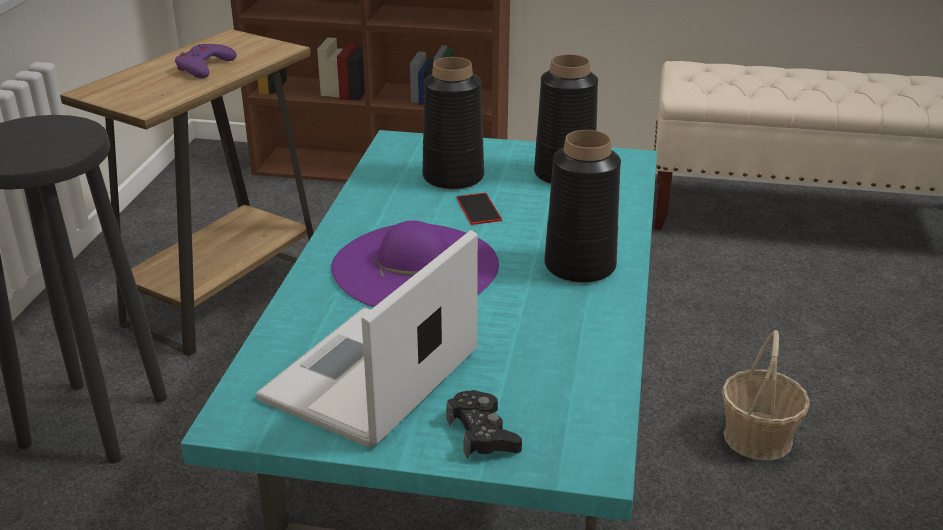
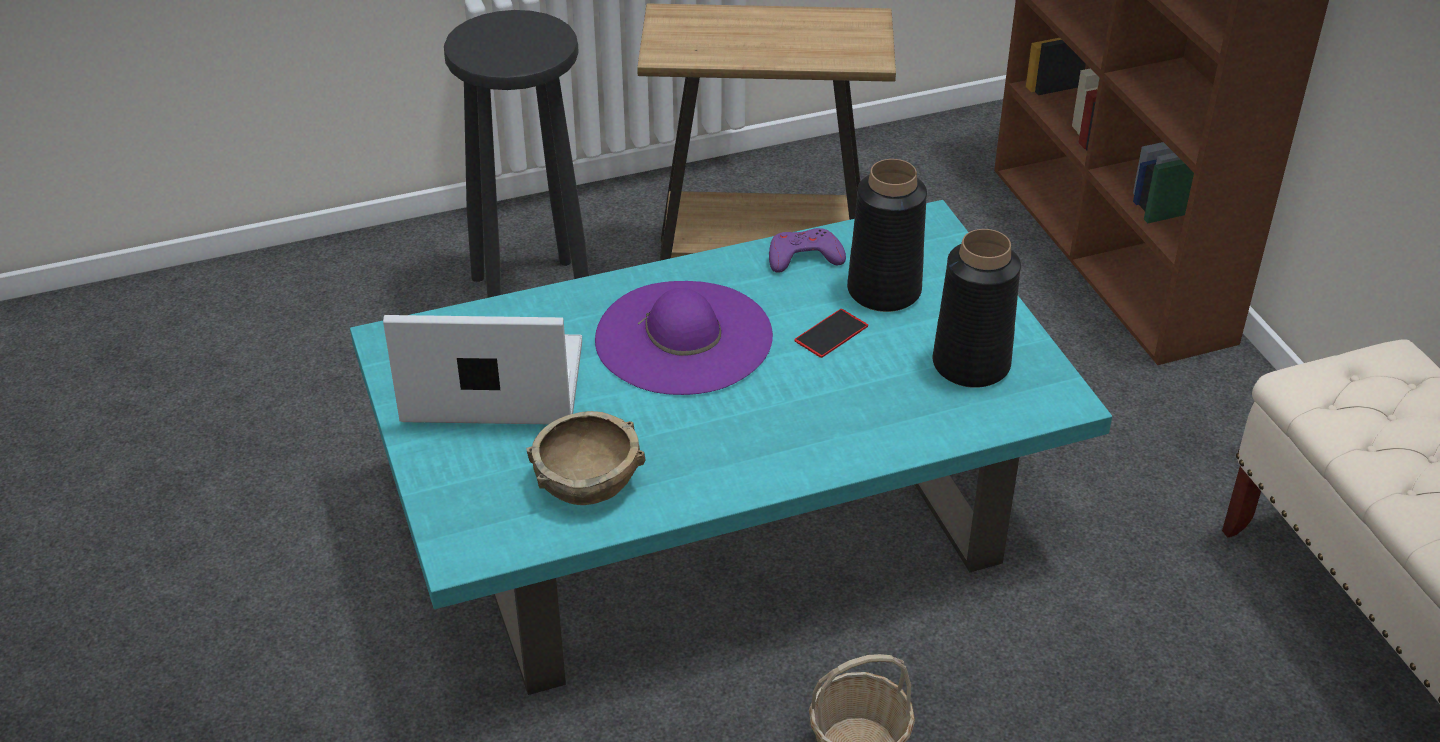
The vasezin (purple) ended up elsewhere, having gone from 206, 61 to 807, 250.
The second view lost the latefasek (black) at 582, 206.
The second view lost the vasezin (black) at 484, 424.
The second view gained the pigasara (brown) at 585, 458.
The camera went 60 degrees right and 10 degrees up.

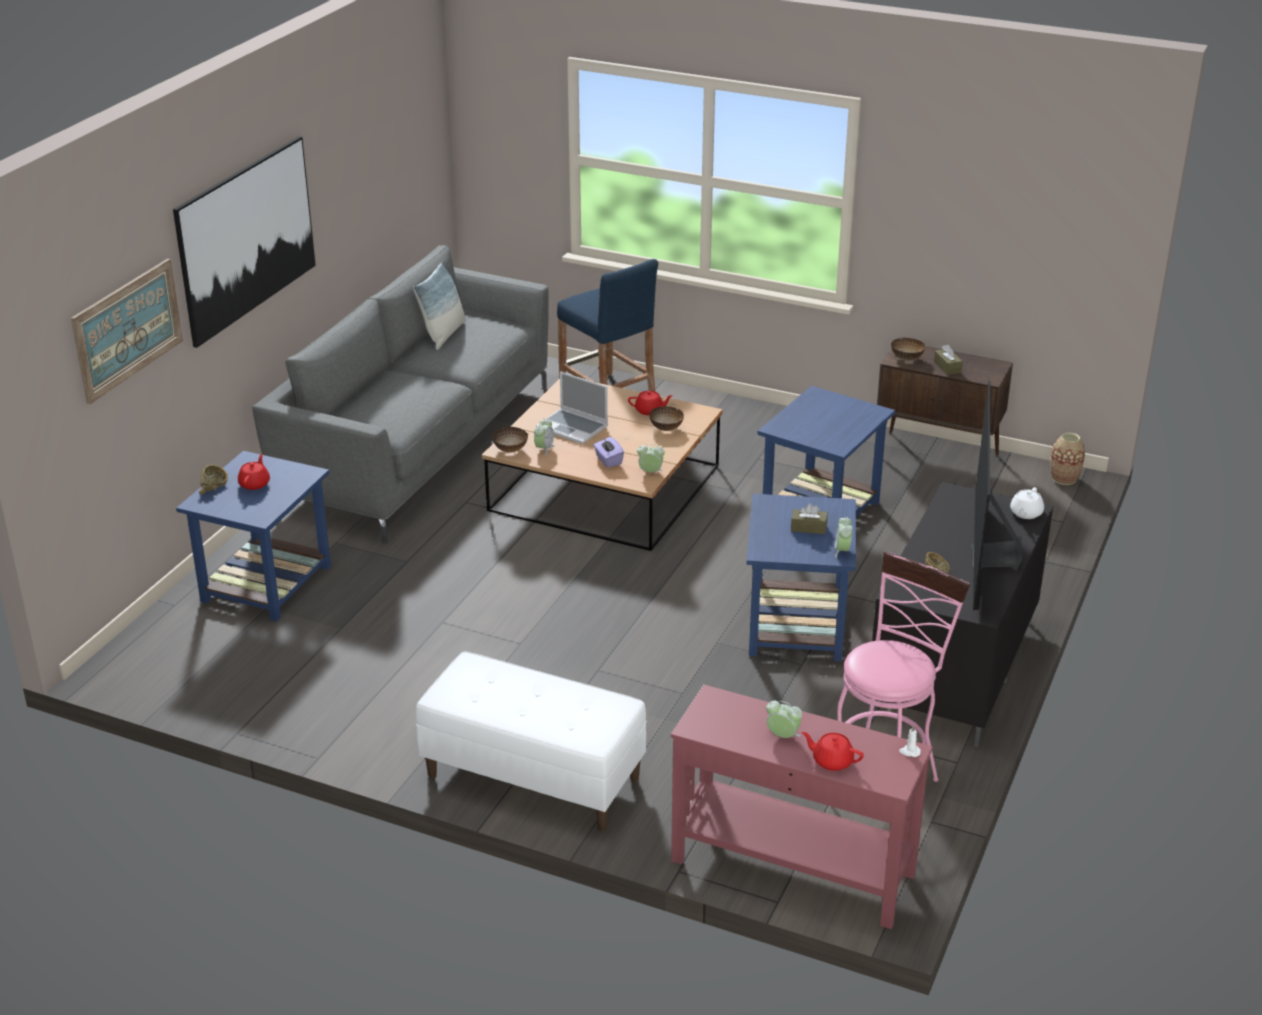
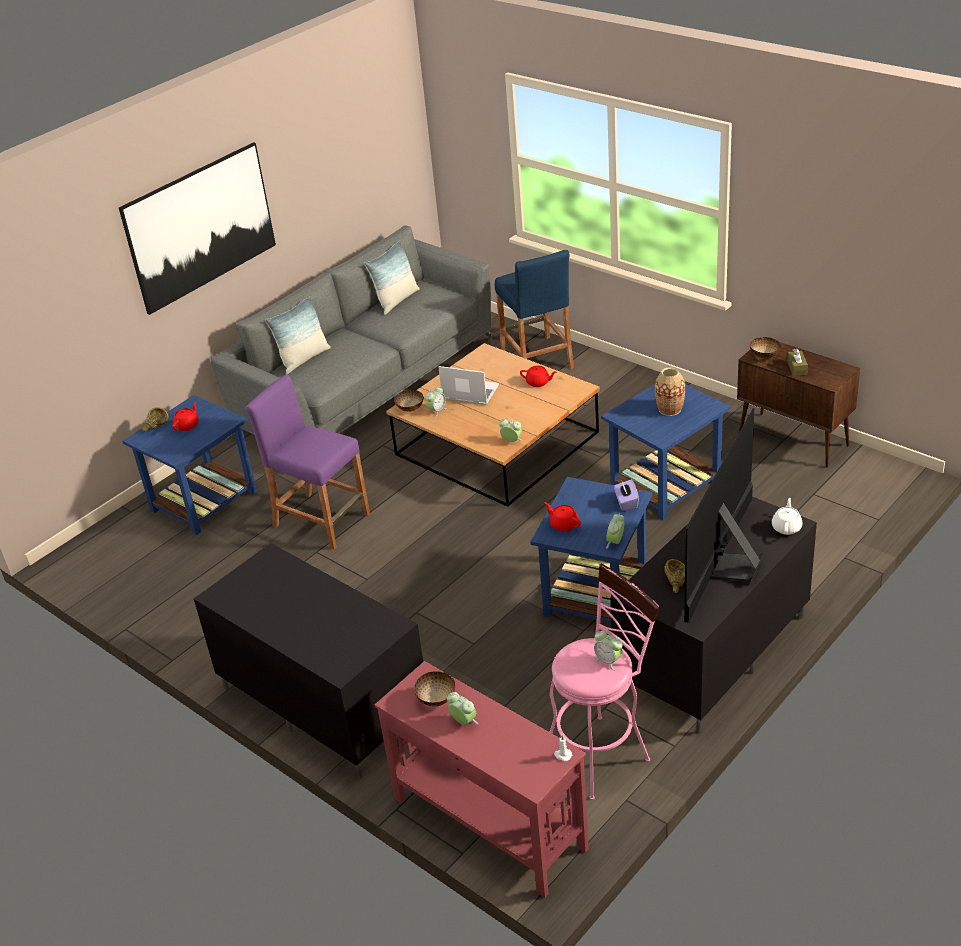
The second view lost the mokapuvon at 127, 331.
The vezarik at 572, 407 ended up facing another way, 150 degrees clockwise from before.
The pigasara ended up elsewhere, having gone from 666, 418 to 434, 689.
The latefasek ended up elsewhere, having gone from 1067, 458 to 670, 391.
The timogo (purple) ended up elsewhere, having gone from 609, 452 to 626, 495.
The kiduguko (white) at 1027, 503 ended up facing another way, 150 degrees clockwise from before.
The second view lost the timogo (brown) at 809, 518.
Where the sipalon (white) stood at 531, 741, the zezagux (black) came to stand at 308, 660.
The kiduguko (red) ended up elsewhere, having gone from 833, 751 to 562, 517.
The second view gained the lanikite at 298, 335.
The second view gained the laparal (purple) at 307, 461.
The second view gained the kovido at 608, 651.
The camera went 20 degrees right and 5 degrees up.

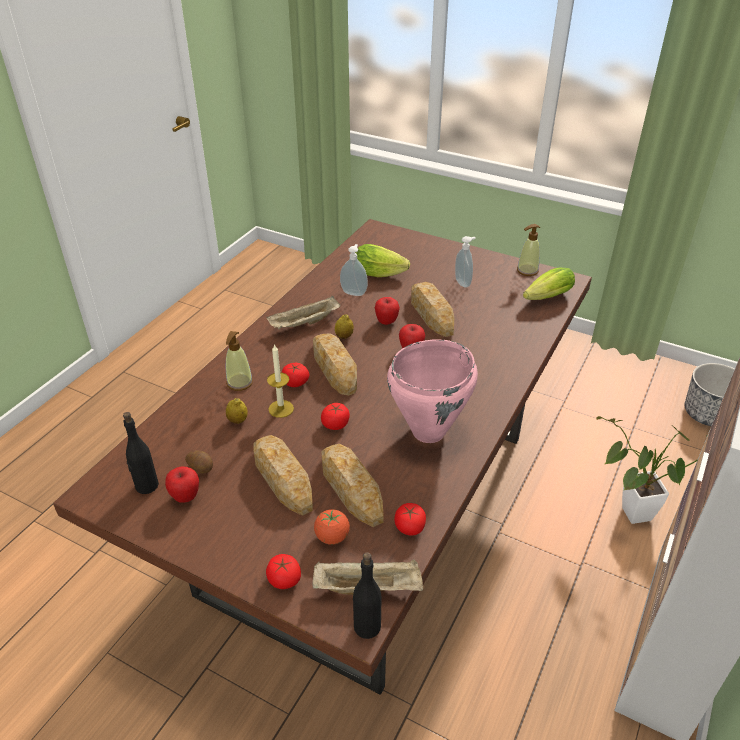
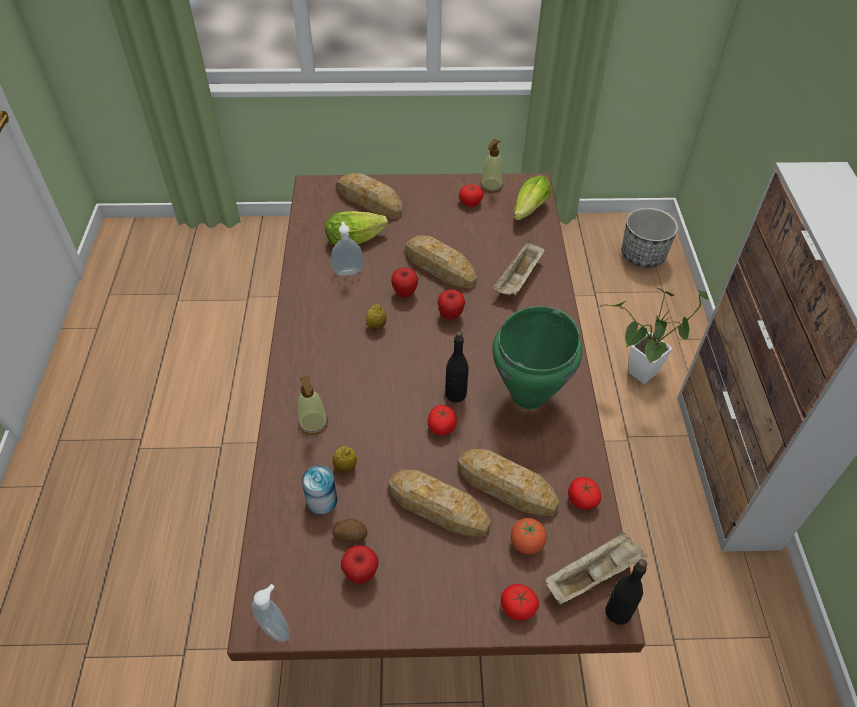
The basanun ended up elsewhere, having gone from 465, 262 to 270, 612.
The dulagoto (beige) ended up elsewhere, having gone from 303, 312 to 519, 268.
The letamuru ended up elsewhere, having gone from 335, 365 to 369, 196.
What was the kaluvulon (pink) at 432, 391 turned into the kaluvulon (green) at 537, 358.
The second view lost the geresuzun at 280, 381.
The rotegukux ended up elsewhere, having gone from 295, 375 to 471, 196.
The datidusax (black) ended up elsewhere, having gone from 141, 453 to 457, 367.
The second view gained the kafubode at 319, 489.
The camera went 30 degrees left and 10 degrees up.

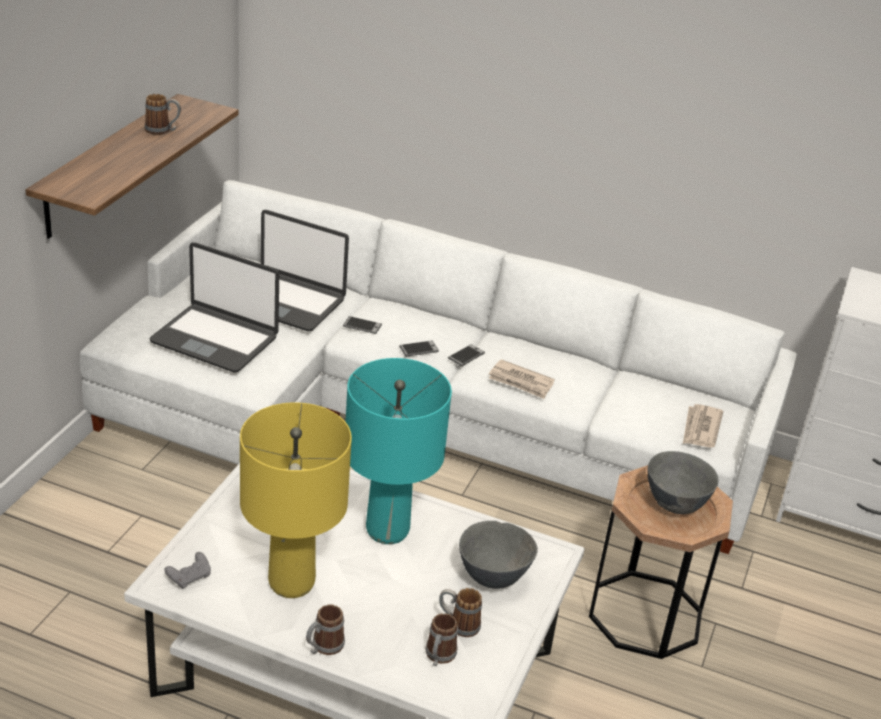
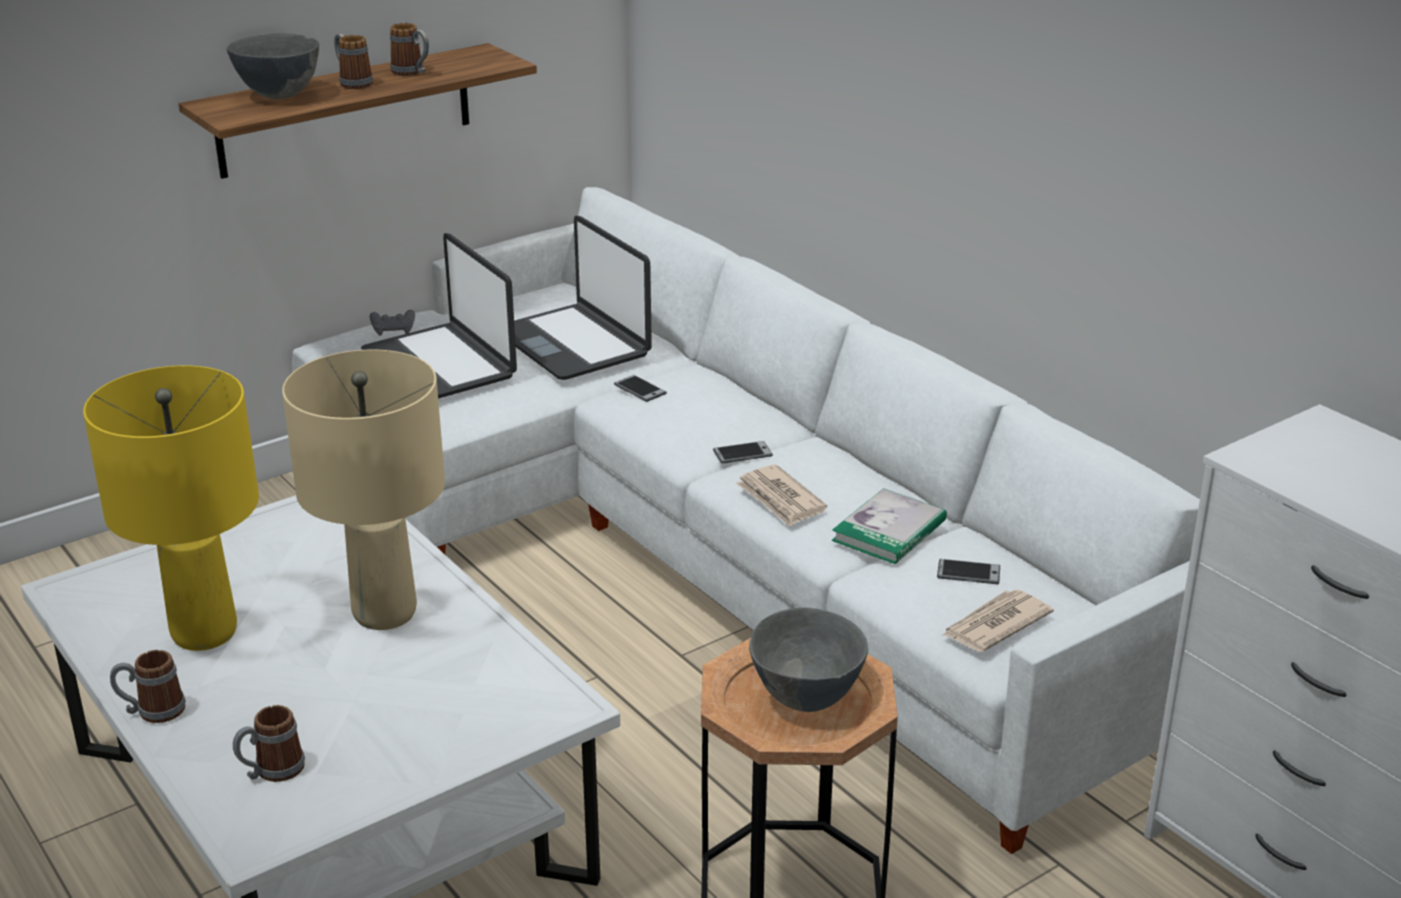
The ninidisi ended up elsewhere, having gone from 419, 348 to 968, 571.
What was the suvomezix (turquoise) at 398, 451 turned into the suvomezix (beige) at 363, 490.
The pigasara (grey) ended up elsewhere, having gone from 498, 555 to 273, 66.
The vasezin (grey) ended up elsewhere, having gone from 187, 570 to 392, 323.
The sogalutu ended up elsewhere, having gone from 460, 612 to 353, 61.
The second view gained the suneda at 889, 526.
The camera went 35 degrees right and 5 degrees down.

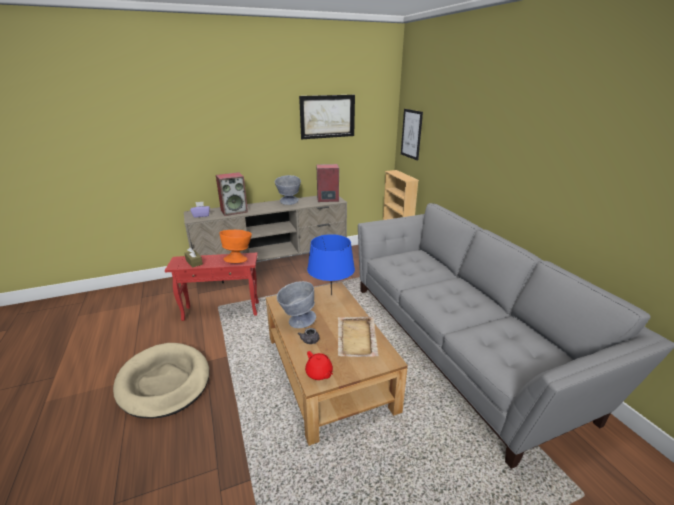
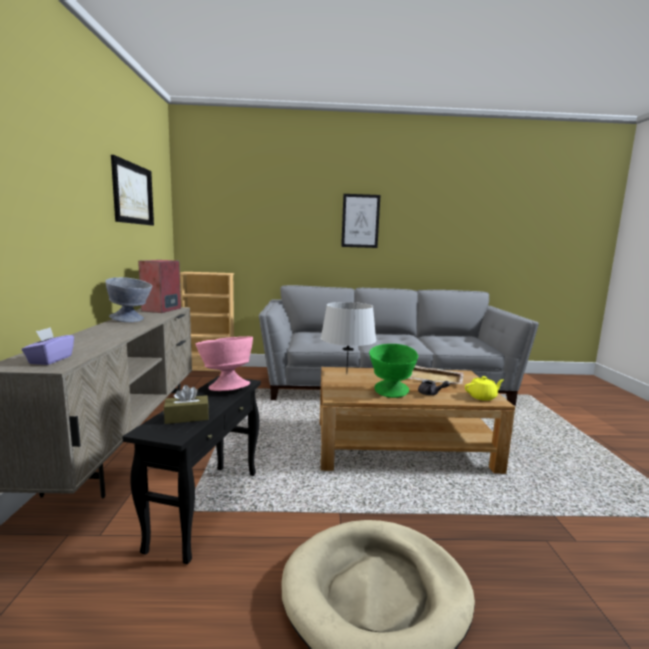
The mokapuvon ended up elsewhere, having gone from 412, 135 to 361, 221.
The second view lost the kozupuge at 232, 194.
What was the pigasara (orange) at 235, 246 turned into the pigasara (pink) at 224, 363.
What was the suvomezix (blue) at 331, 264 turned into the suvomezix (grey) at 348, 338.
What was the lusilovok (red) at 212, 287 turned into the lusilovok (black) at 191, 470.
What was the pigasara (grey) at 296, 304 turned into the pigasara (green) at 393, 371.
What was the kiduguko (red) at 319, 365 turned into the kiduguko (yellow) at 484, 388.
The camera went 70 degrees left and 15 degrees down.

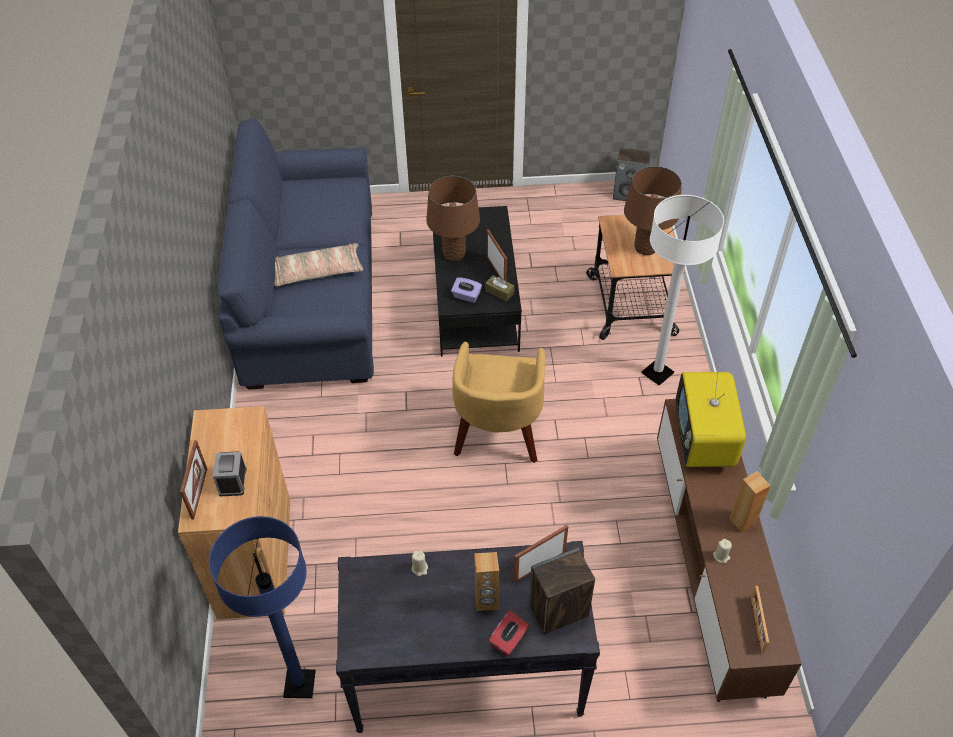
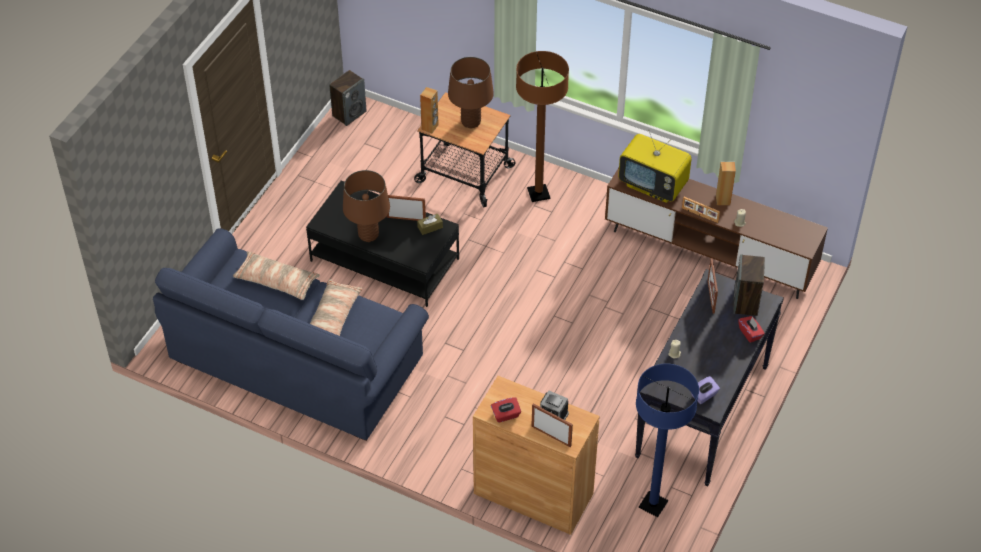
What was the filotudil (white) at 683, 290 turned into the filotudil (brown) at 542, 126.
The timogo (purple) ended up elsewhere, having gone from 466, 290 to 705, 390.
The second view lost the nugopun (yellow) at 498, 402.
The kozupuge (brown) ended up elsewhere, having gone from 486, 581 to 429, 110.
The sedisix ended up elsewhere, having gone from 760, 620 to 701, 210.
The second view gained the lanikite at 276, 275.
The second view gained the timogo (red) at 506, 410.
The camera went 60 degrees left and 0 degrees up.

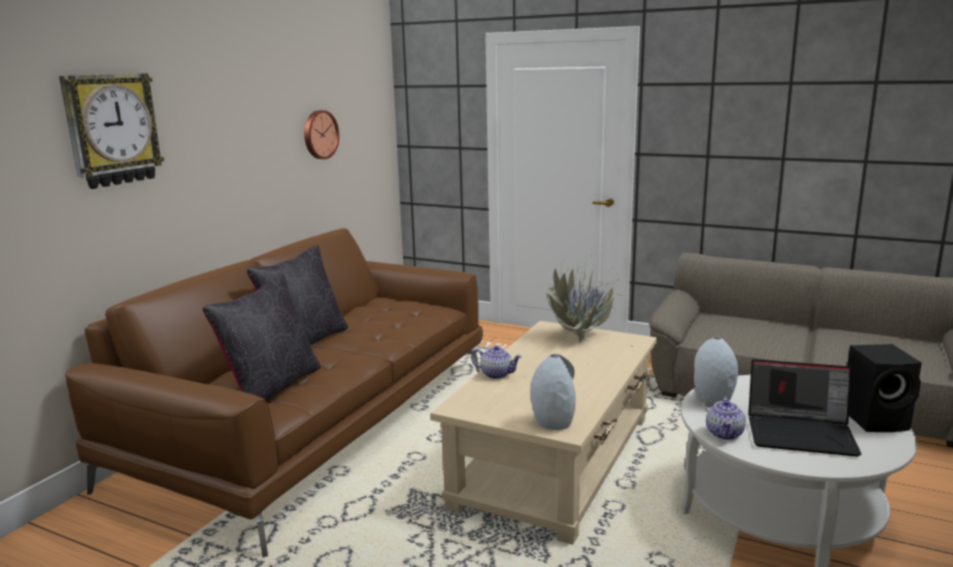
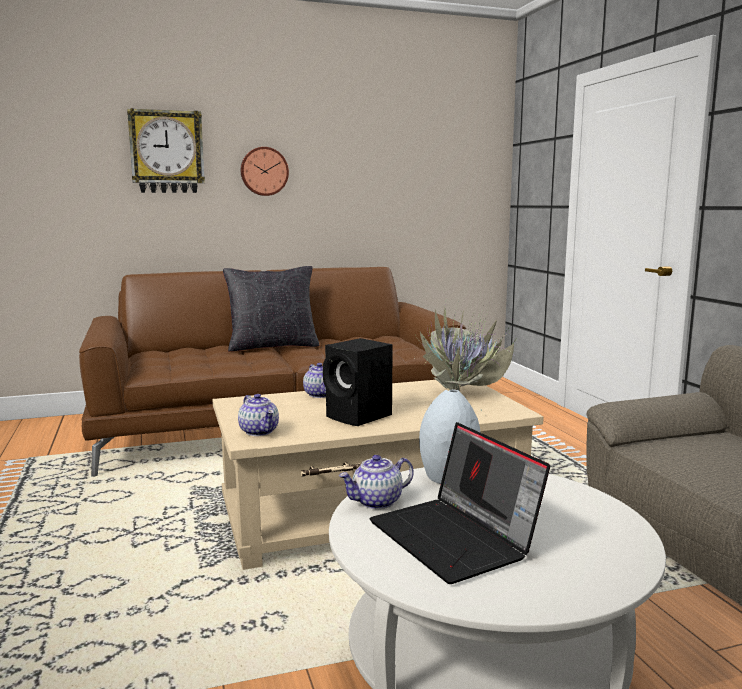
The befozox ended up elsewhere, having gone from 321, 134 to 265, 171.
The second view lost the lanikite (black) at 261, 337.
The kozupuge (black) ended up elsewhere, having gone from 884, 388 to 358, 382.
Where the latefasek (grey) stood at 553, 392, the kiduguko came to stand at 258, 415.
The camera went 45 degrees right and 5 degrees down.

